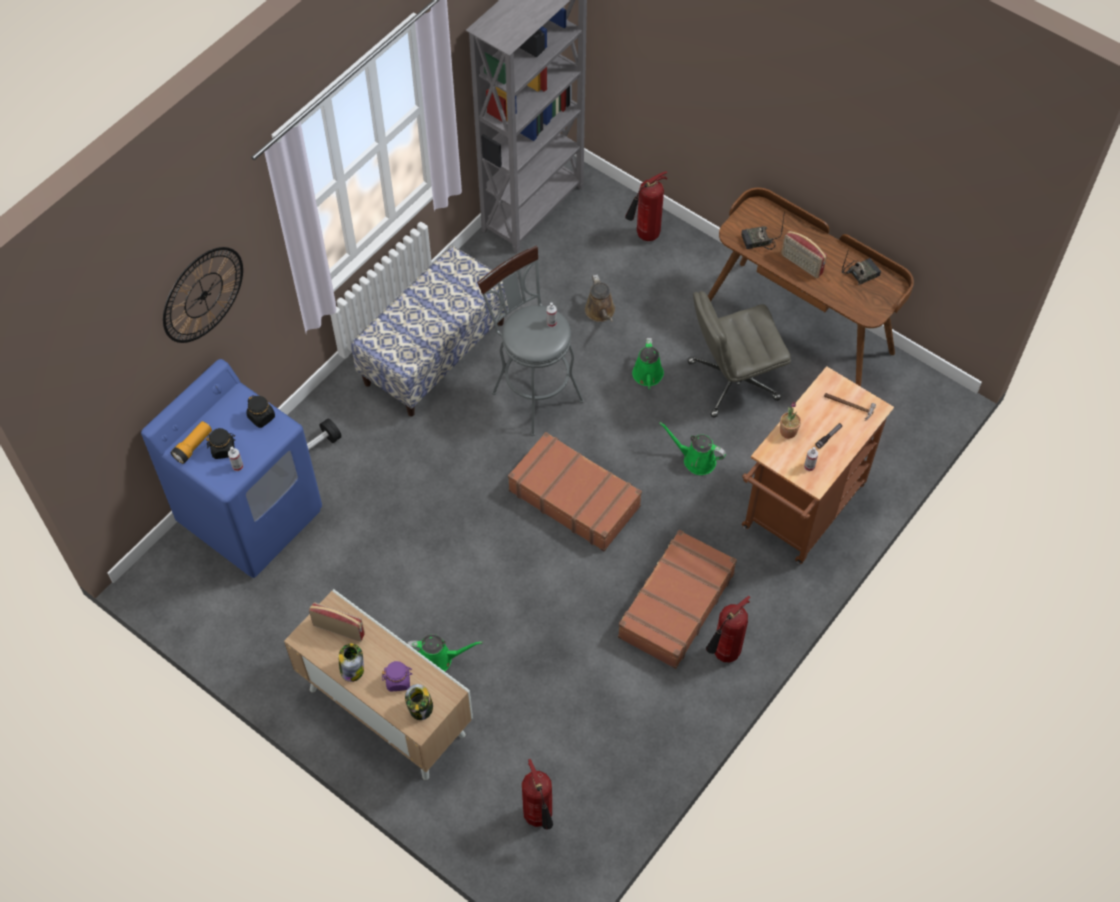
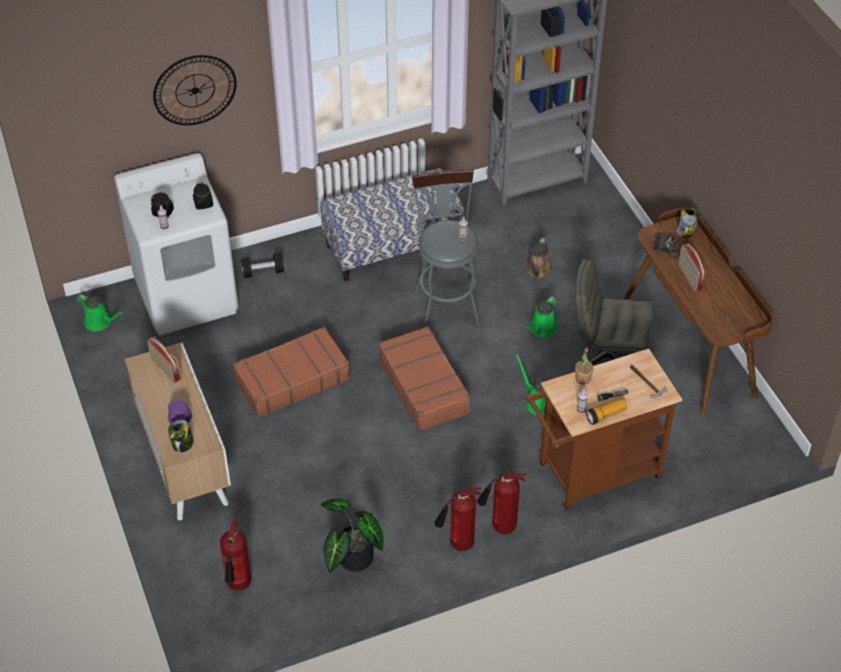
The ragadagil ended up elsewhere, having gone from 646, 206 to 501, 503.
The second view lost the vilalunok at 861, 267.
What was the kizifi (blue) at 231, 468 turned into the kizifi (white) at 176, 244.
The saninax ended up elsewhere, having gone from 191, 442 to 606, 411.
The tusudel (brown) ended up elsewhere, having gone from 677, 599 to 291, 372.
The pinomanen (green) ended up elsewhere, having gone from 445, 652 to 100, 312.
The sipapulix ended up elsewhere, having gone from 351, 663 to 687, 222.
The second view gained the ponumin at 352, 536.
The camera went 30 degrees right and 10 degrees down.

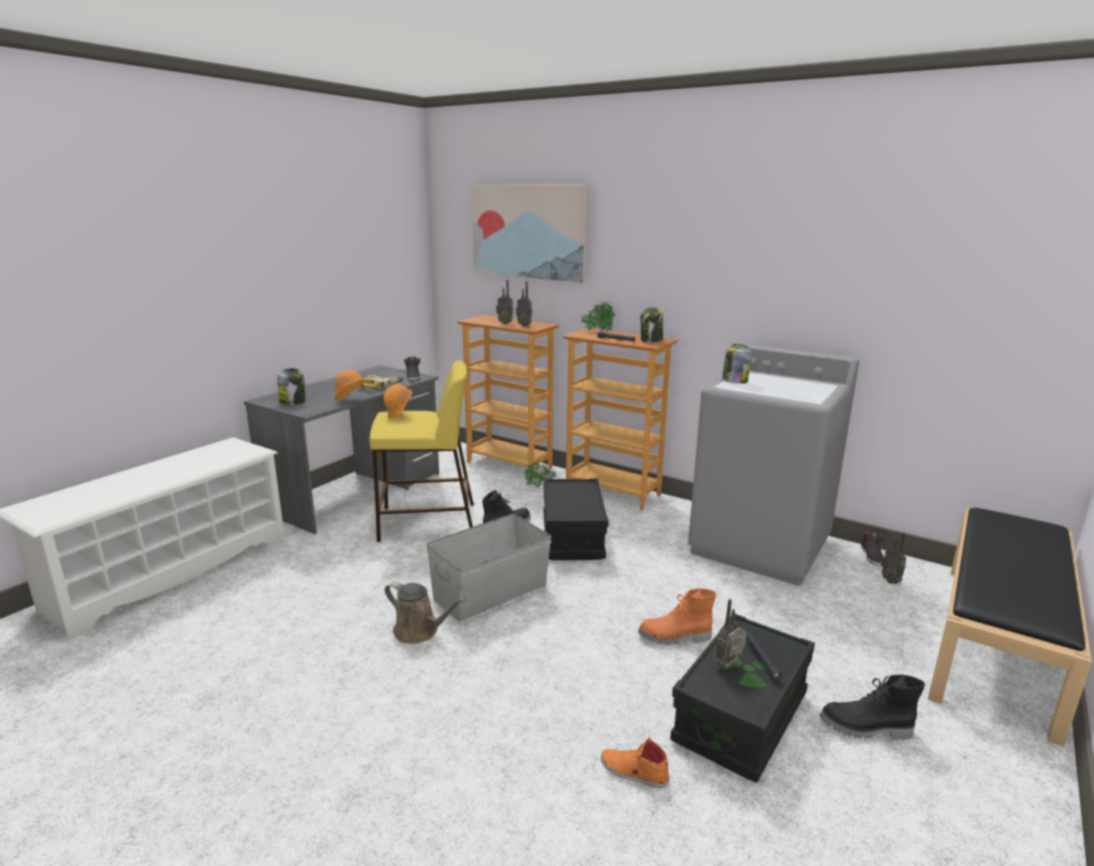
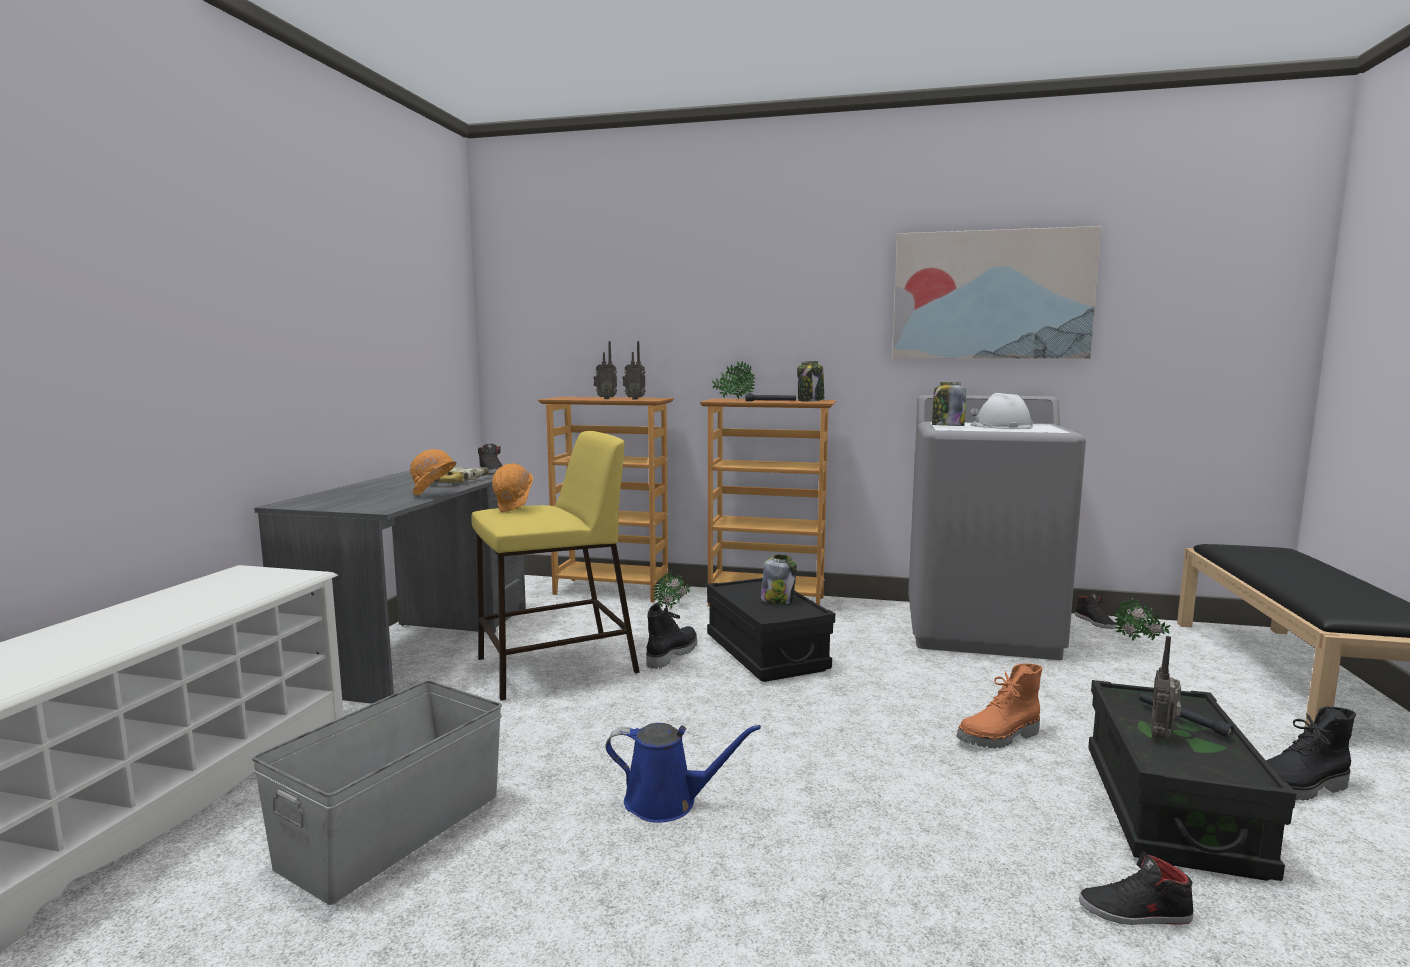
The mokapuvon ended up elsewhere, having gone from 530, 233 to 997, 292.
The sipapulix ended up elsewhere, having gone from 291, 386 to 779, 580.
The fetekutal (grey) ended up elsewhere, having gone from 489, 568 to 377, 792.
Where the vilalunok stood at 893, 558, the ponumin came to stand at 1143, 619.
What was the pinomanen (brown) at 425, 612 turned into the pinomanen (blue) at 683, 773.
What was the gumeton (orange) at 635, 762 turned into the gumeton (black) at 1136, 888.
The second view gained the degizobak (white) at 1002, 411.
The camera went 20 degrees left and 10 degrees down.

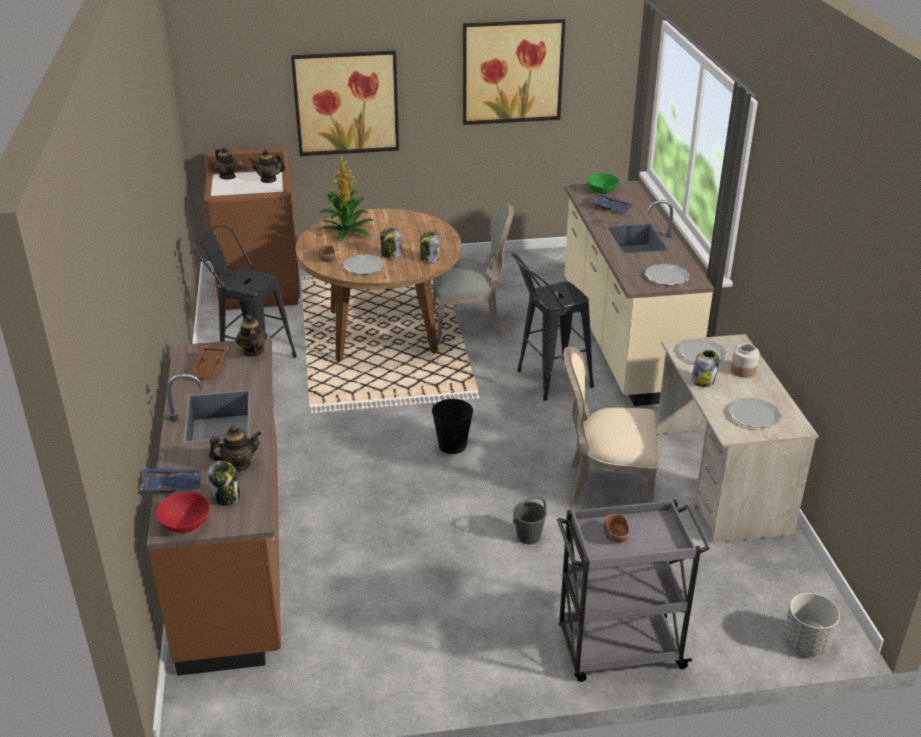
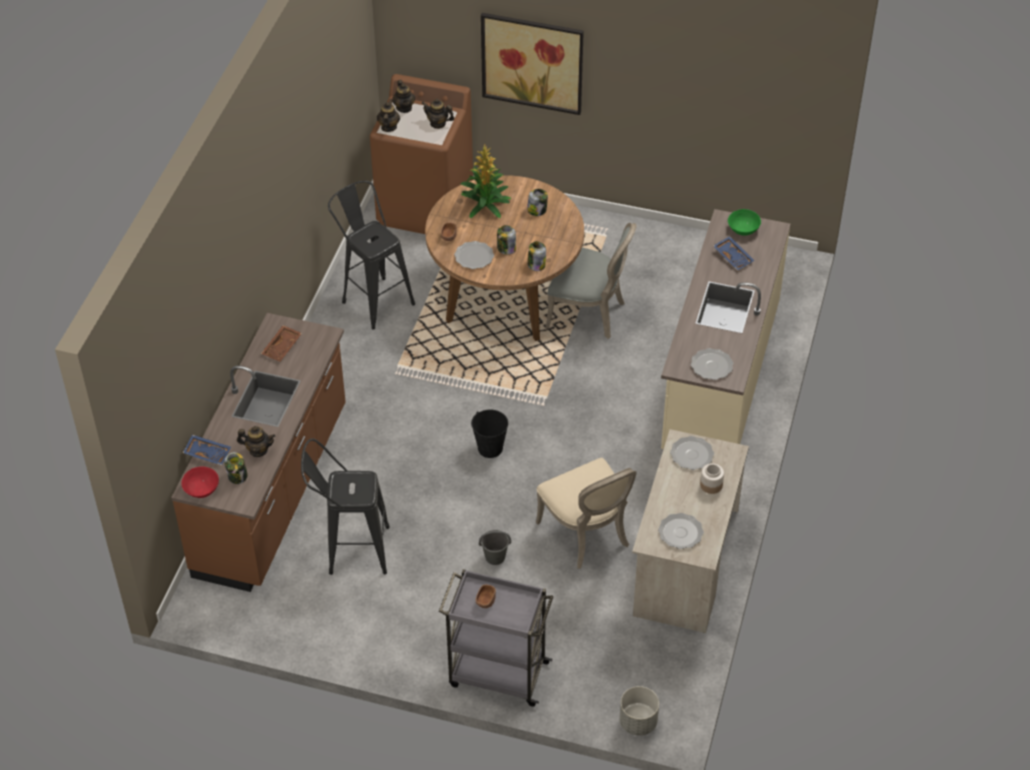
The second view lost the mokapuvon at 514, 72.
The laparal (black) ended up elsewhere, having gone from 552, 326 to 345, 506.
The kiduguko ended up elsewhere, having gone from 252, 336 to 388, 115.
The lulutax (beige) at 610, 427 ended up facing another way, 150 degrees counterclockwise from before.
The sipapulix ended up elsewhere, having gone from 705, 368 to 537, 202.
The camera went 25 degrees right and 15 degrees up.

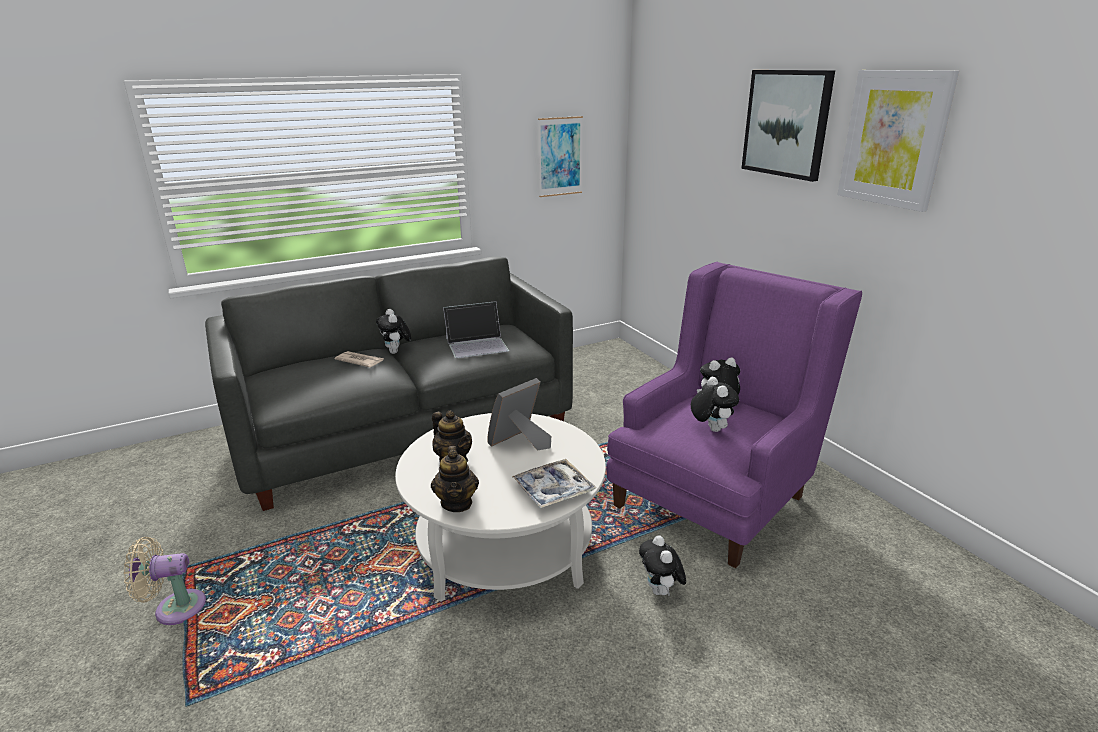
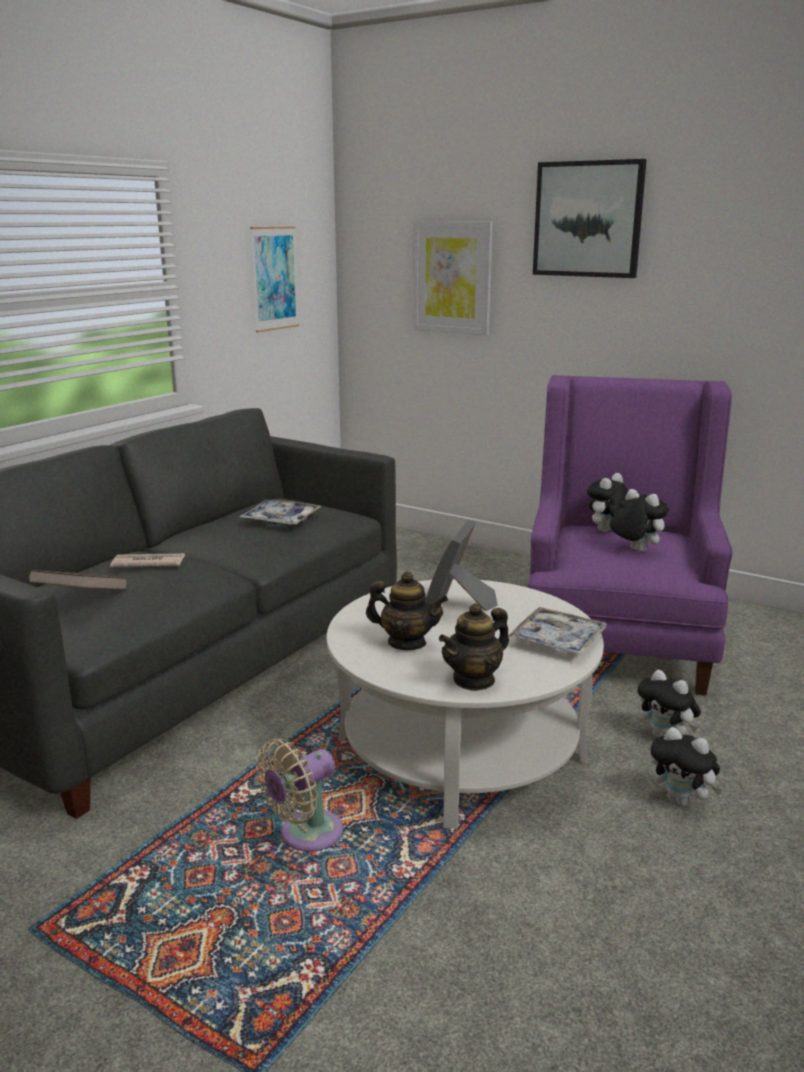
The mokapuvon ended up elsewhere, having gone from 898, 141 to 453, 278.
Where the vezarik stood at 476, 329, the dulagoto came to stand at 280, 512.
The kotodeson ended up elsewhere, having gone from 393, 331 to 686, 766.
The kiduguko at 455, 479 ended up facing another way, 90 degrees clockwise from before.
The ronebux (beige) ended up elsewhere, having gone from 165, 581 to 299, 795.
The second view gained the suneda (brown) at 78, 580.
The camera went 30 degrees left and 5 degrees down.

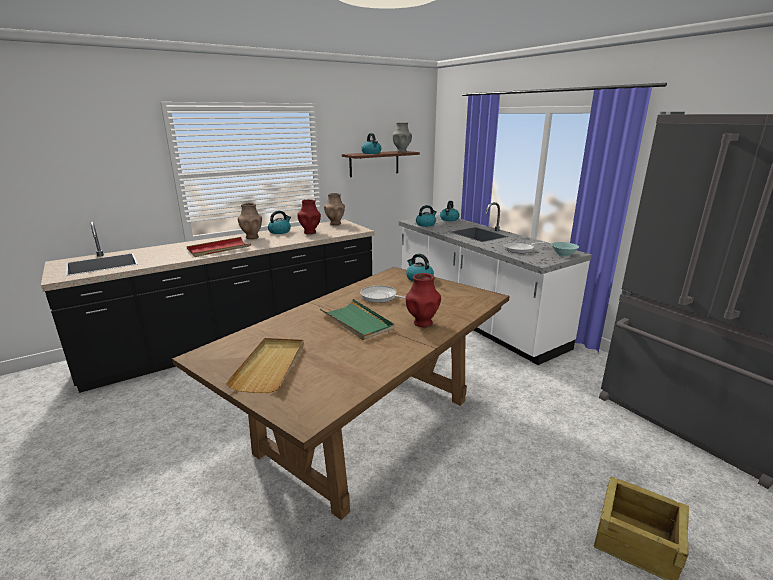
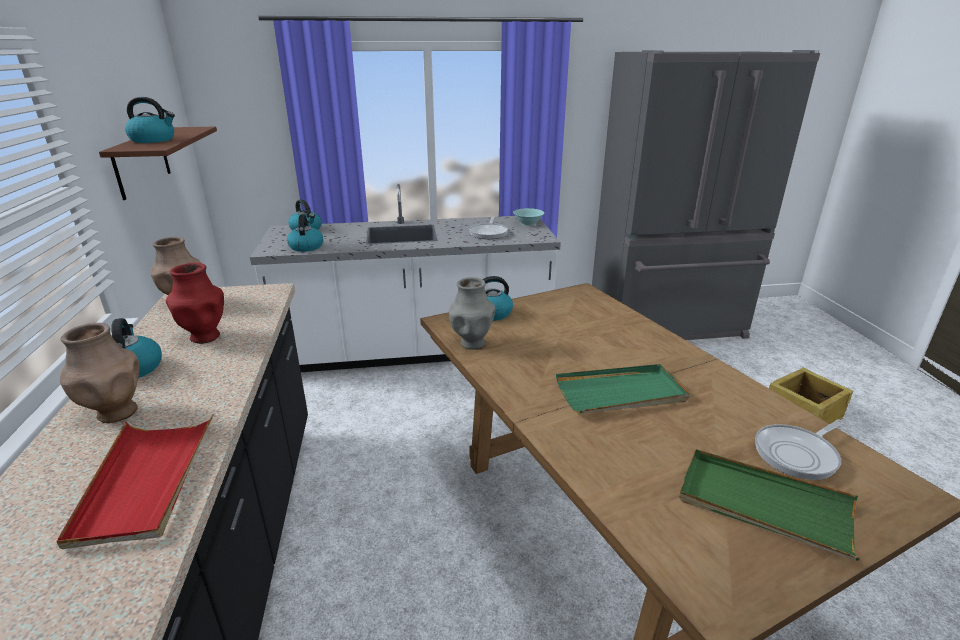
The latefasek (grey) ended up elsewhere, having gone from 402, 137 to 472, 313.
The second view lost the latefasek (red) at 423, 300.
The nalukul ended up elsewhere, having gone from 383, 294 to 799, 449.
What was the dulagoto (beige) at 265, 365 turned into the dulagoto (green) at 769, 505.
The camera went 65 degrees left and 5 degrees up.

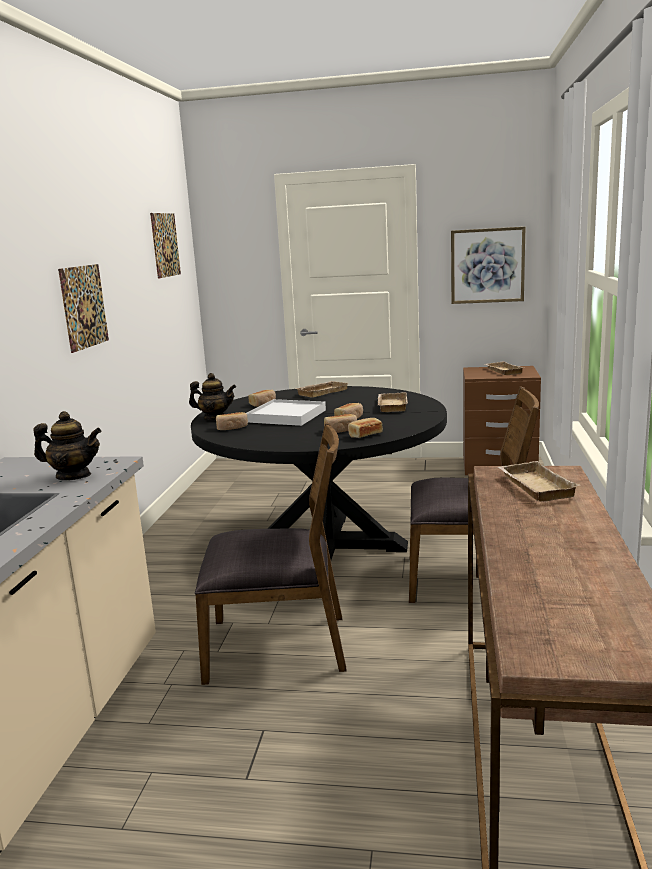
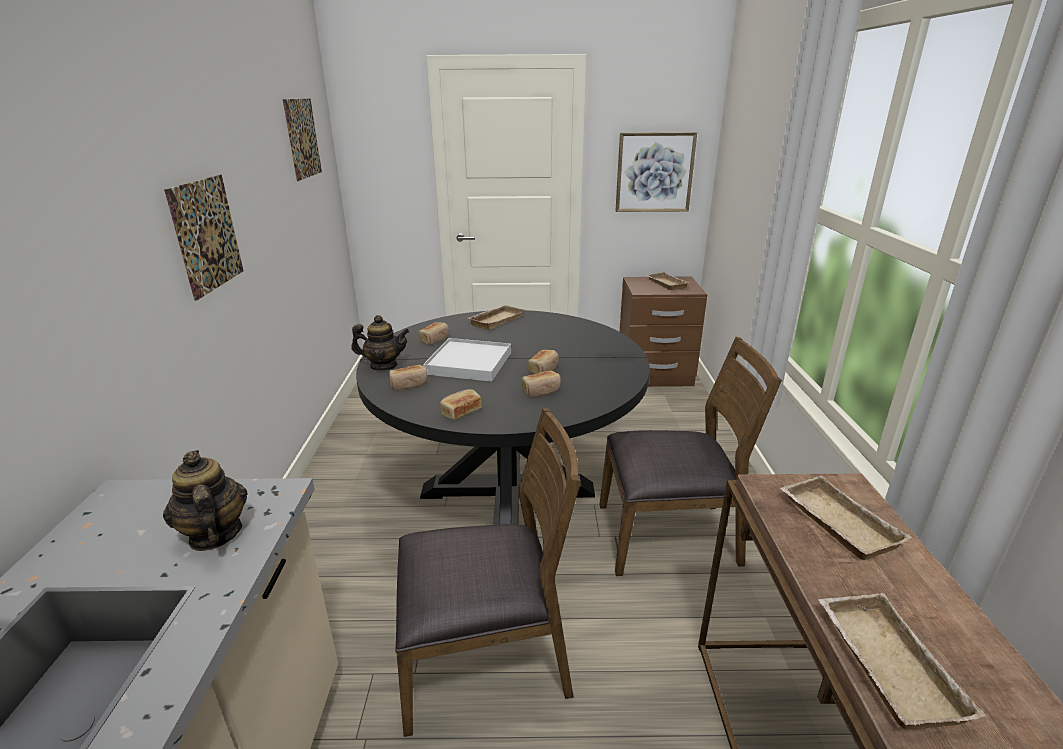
The dulagoto (beige) ended up elsewhere, having gone from 393, 402 to 902, 661.
The kiduguko at 68, 445 ended up facing another way, 120 degrees counterclockwise from before.
The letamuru ended up elsewhere, having gone from 365, 428 to 461, 404.
The camera went 10 degrees left and 10 degrees up.

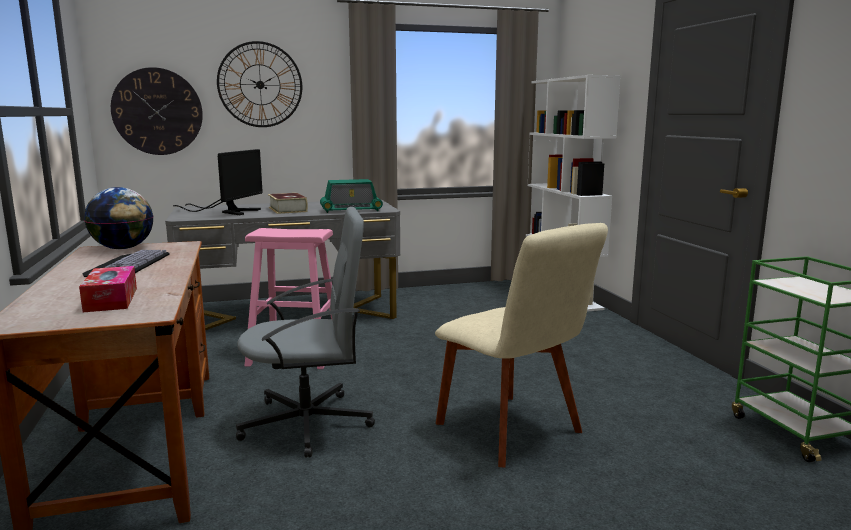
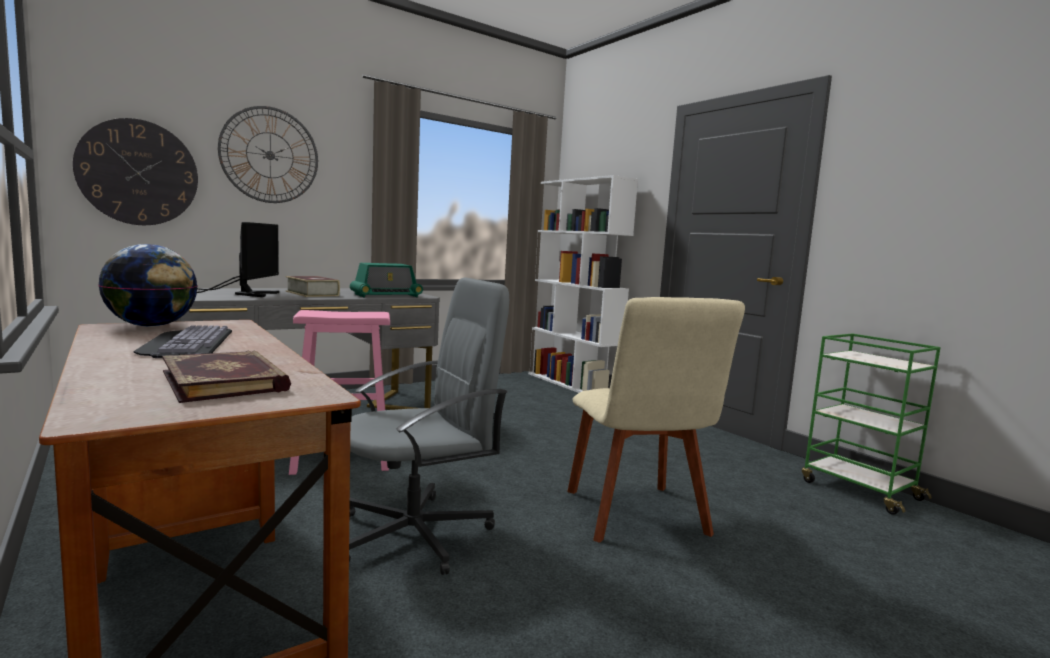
The lulutax (beige) at 521, 345 ended up facing another way, 45 degrees clockwise from before.
Where the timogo stood at 108, 289, the suneda came to stand at 226, 377.
The camera went 20 degrees left and 5 degrees down.

